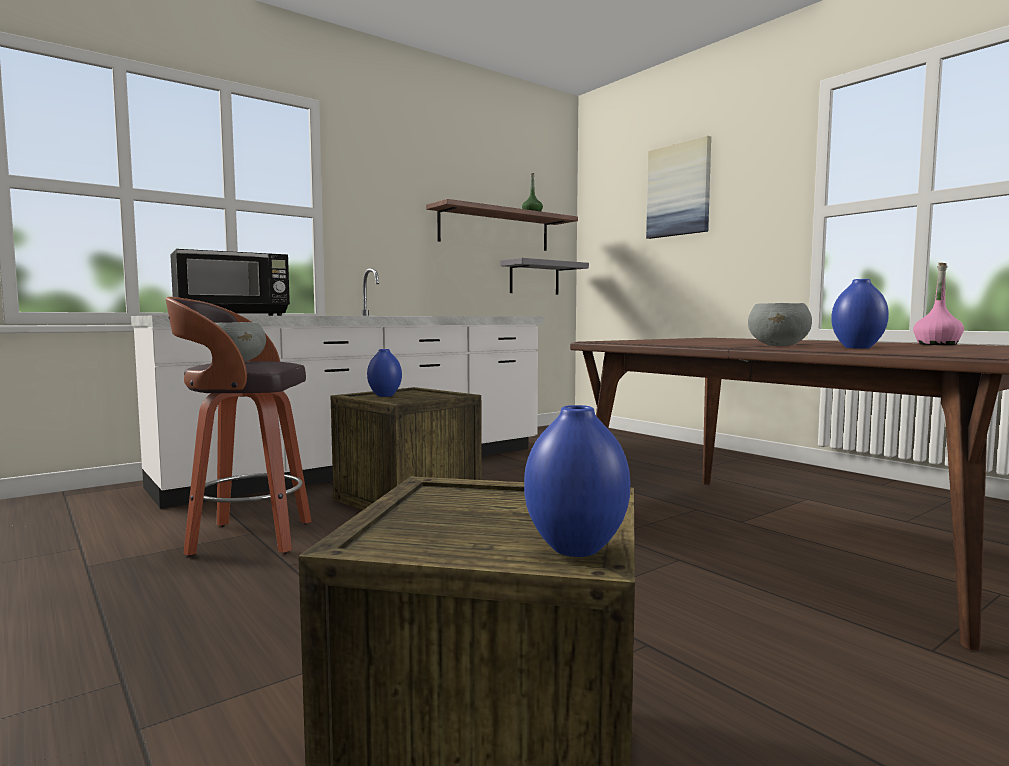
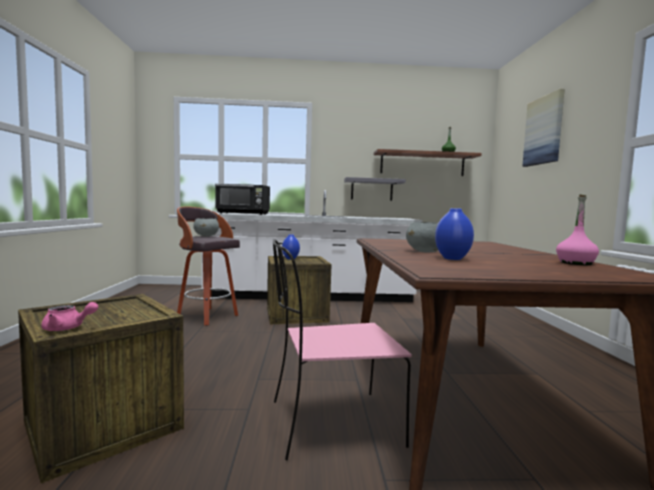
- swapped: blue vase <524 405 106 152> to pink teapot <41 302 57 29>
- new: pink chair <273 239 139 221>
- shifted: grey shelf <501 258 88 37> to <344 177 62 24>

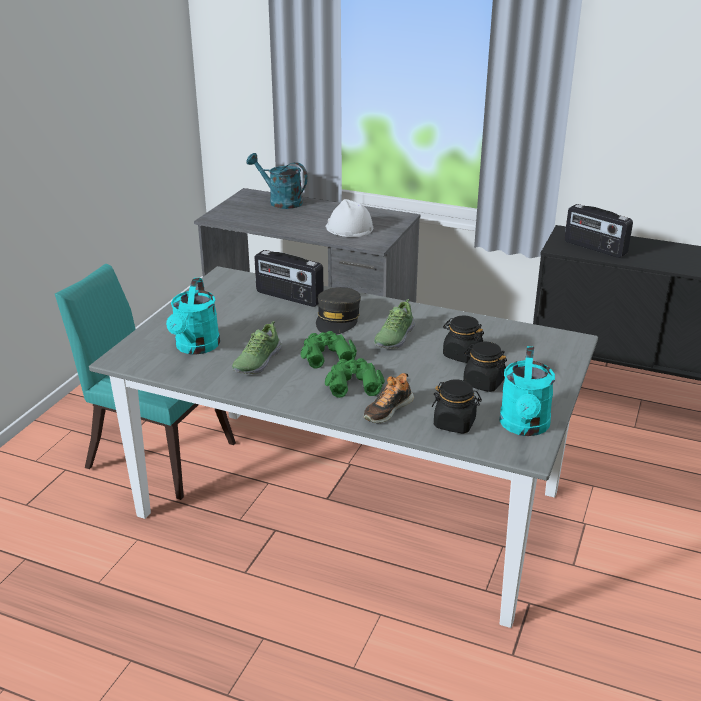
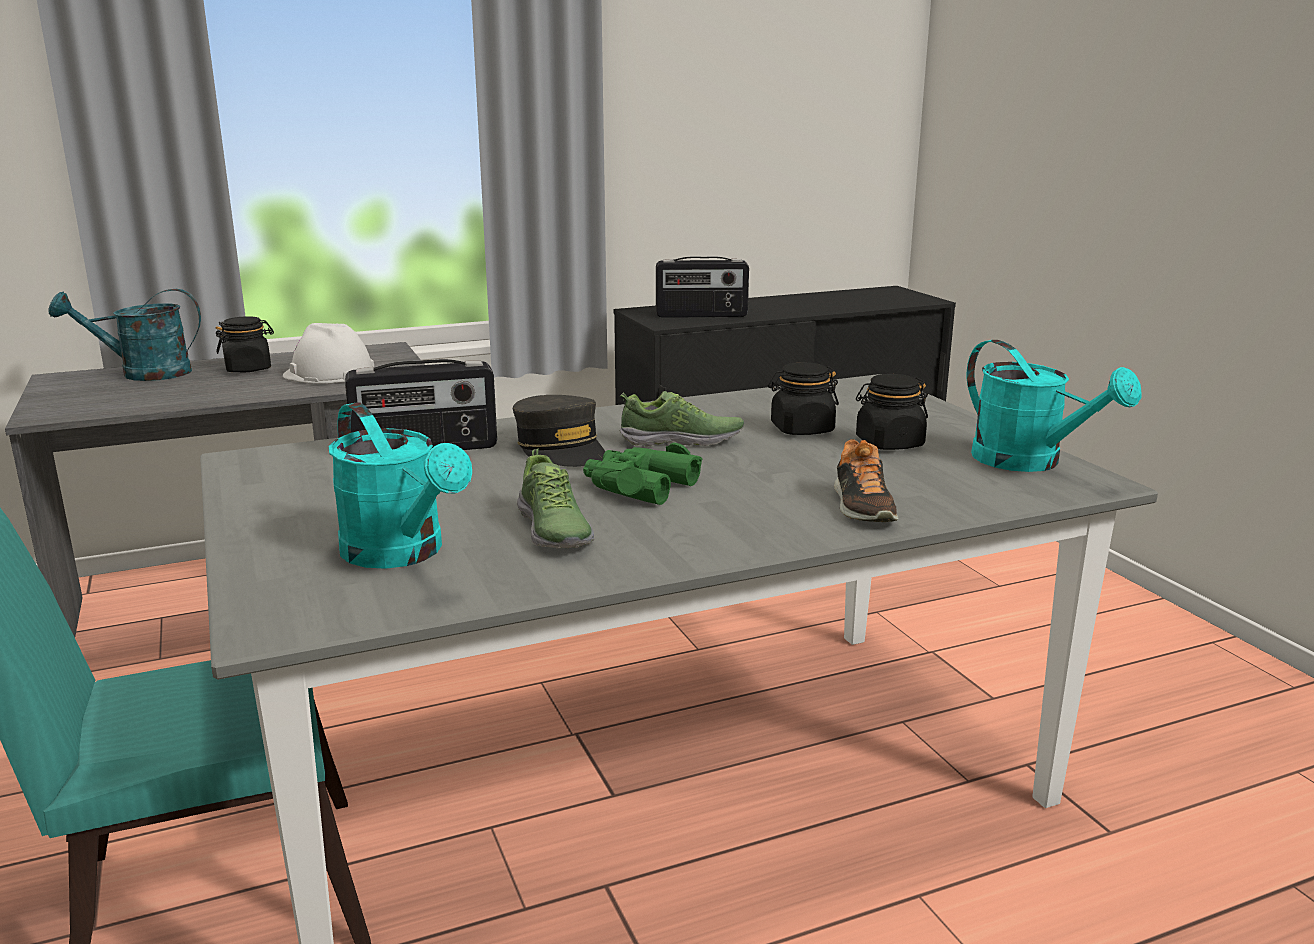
- shifted: black jar <432 379 50 55> to <216 316 58 56>
- rotated: shoe <374 299 41 50> = <619 391 125 56> 75 degrees counterclockwise
- gone: green binoculars <325 358 60 40>

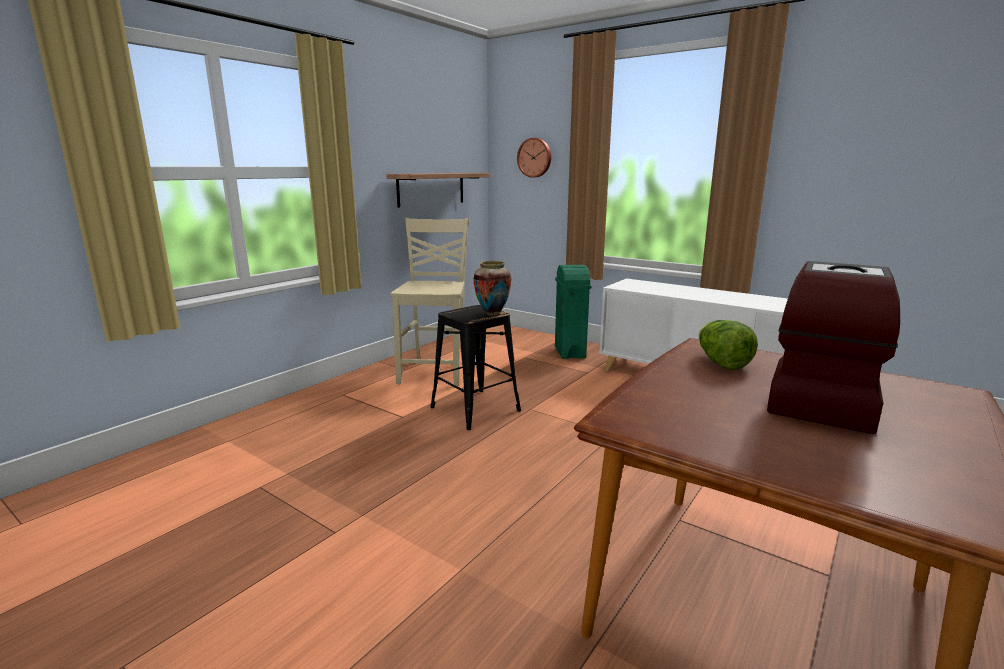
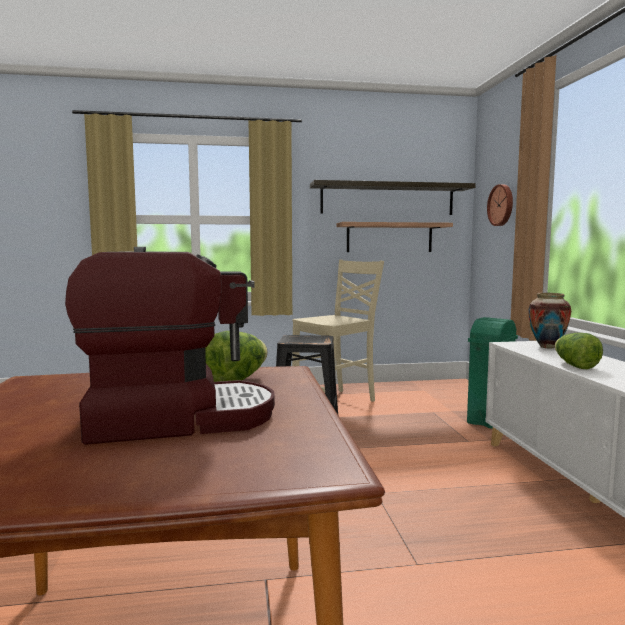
- new: shelf <310 180 166 35>
- shifted: vase <473 261 38 55> to <528 293 43 55>
- new: lettuce <555 333 48 36>

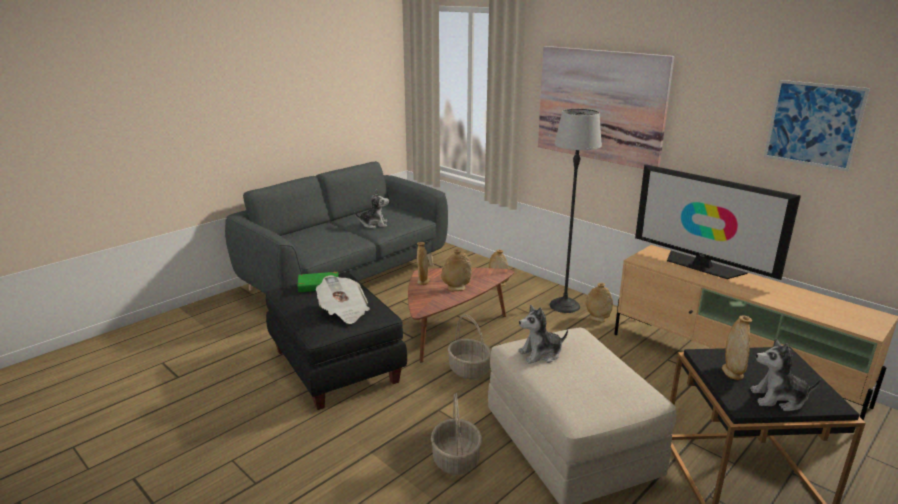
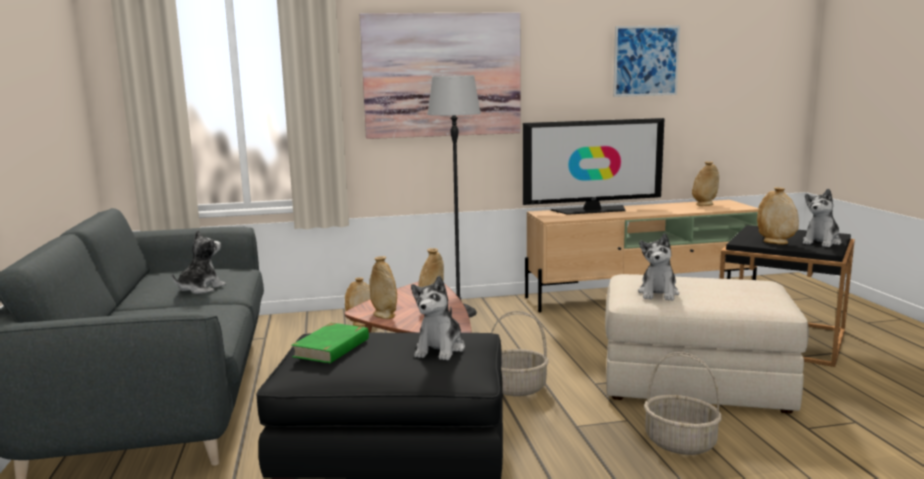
- swapped: newspaper <316 275 54 49> to plush toy <411 276 54 85>
- shifted: beige vase <586 283 27 39> to <692 161 27 45>

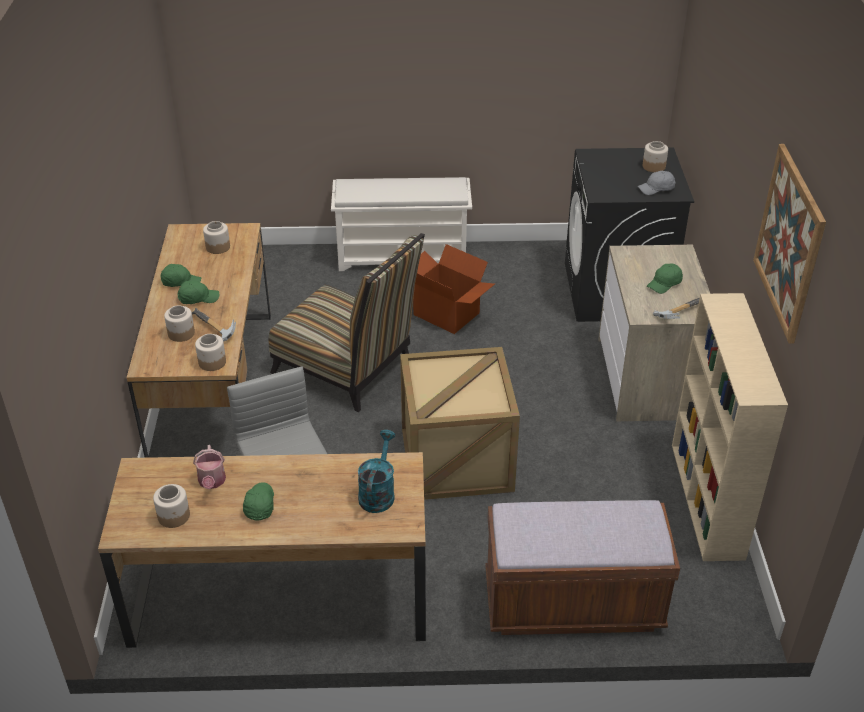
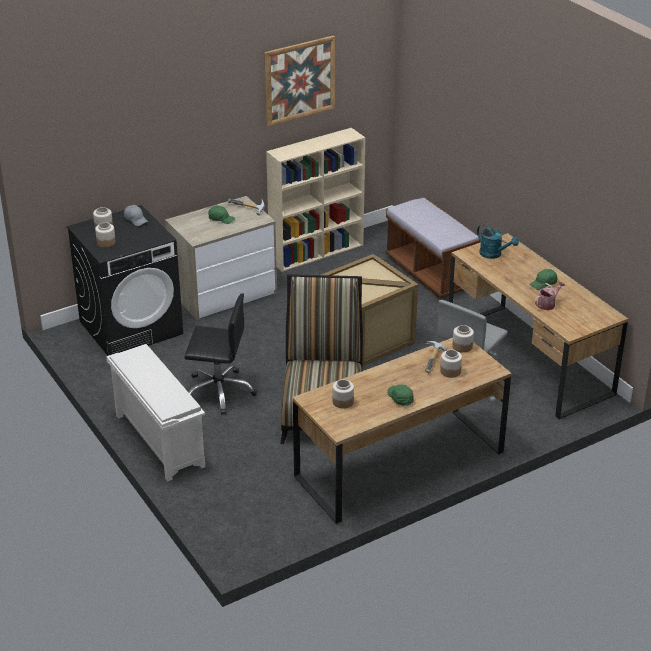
- shifted: jar <153 484 37 44> to <95 222 21 26>
- swapped: cardboard box <413 244 82 90> to black office chair <184 293 73 122>
- rotated: turquoise watering can <358 430 38 83> = <477 224 42 35> 120 degrees counterclockwise
- gone: green cap <177 280 42 24>

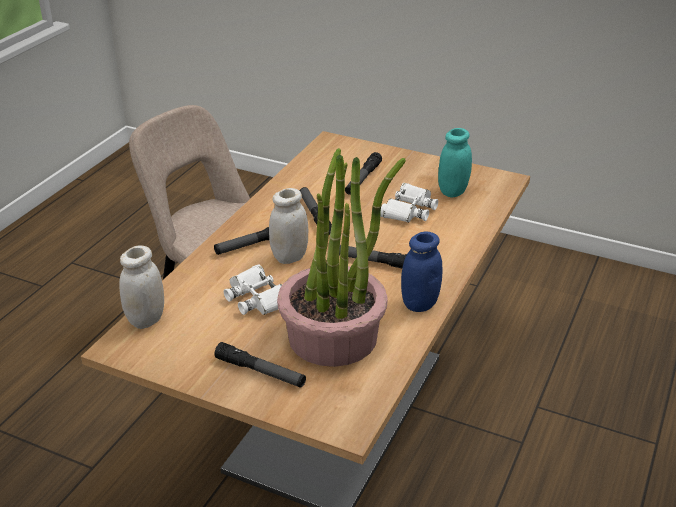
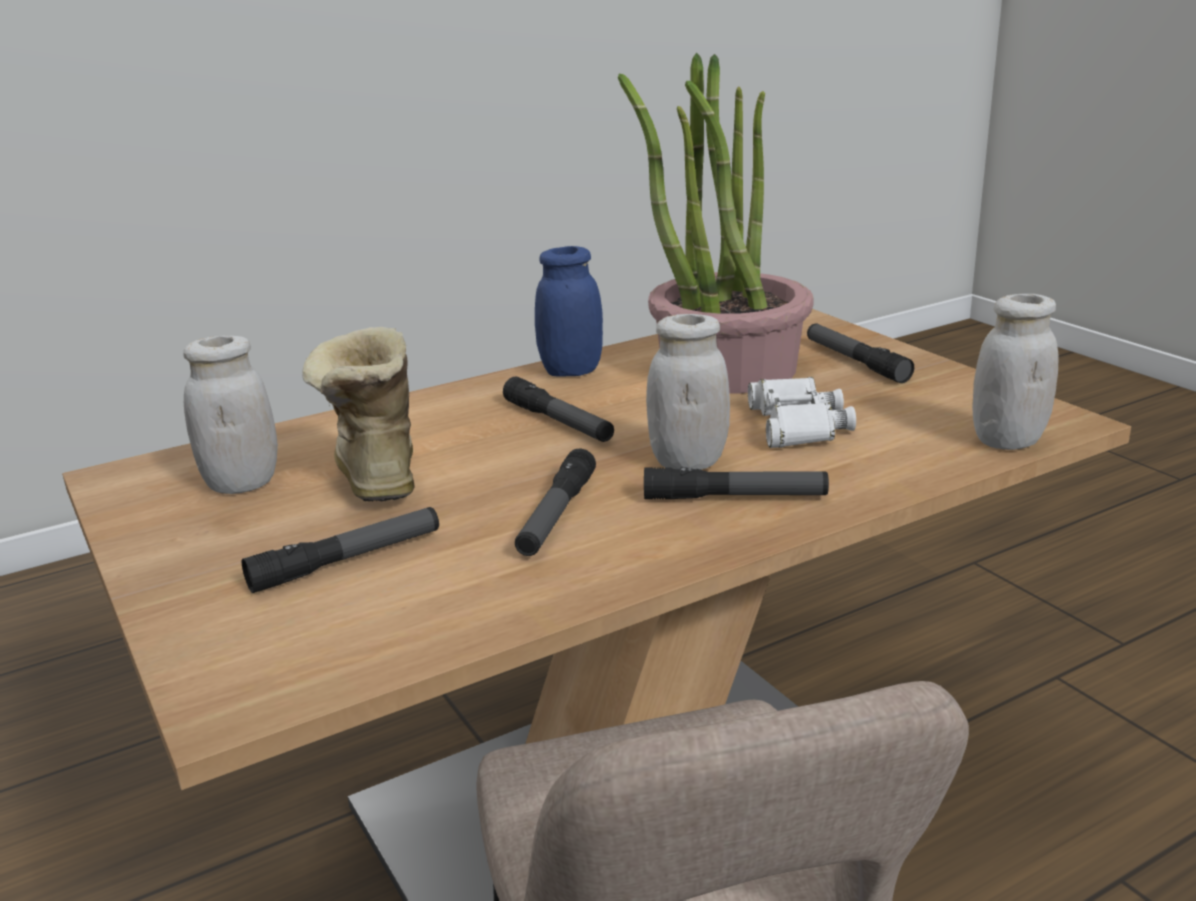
- repainted: turquoise jar <438 128 34 70> to white jar <183 335 95 159>
- swapped: white binoculars <380 183 58 40> to boot <302 327 112 175>

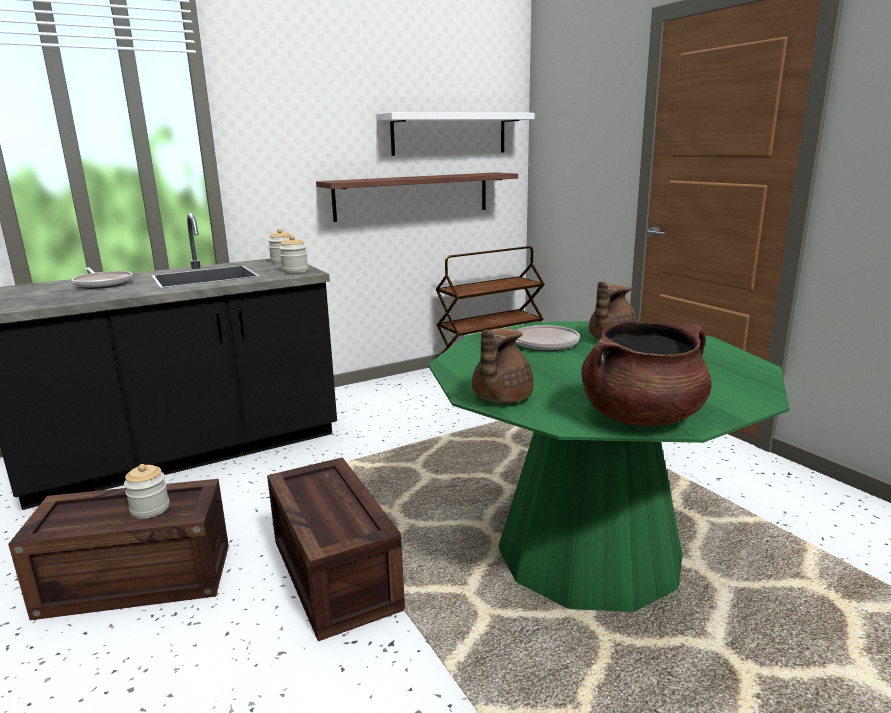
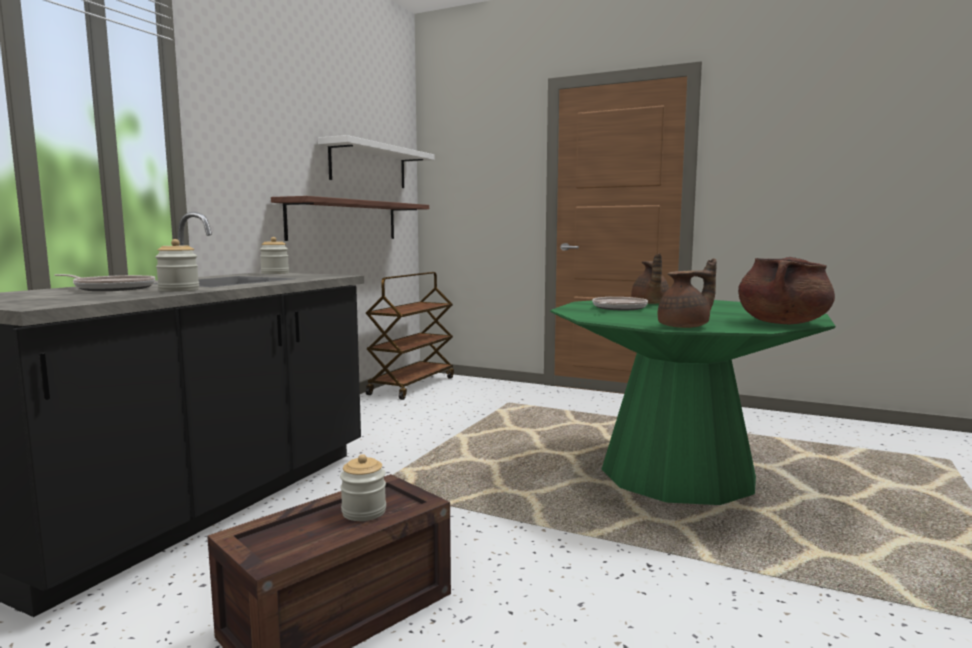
- shifted: jar <279 235 29 38> to <155 239 44 53>
- rotated: brown teapot <472 328 62 75> = <658 258 58 70> 105 degrees counterclockwise
- gone: crate <267 457 138 184>

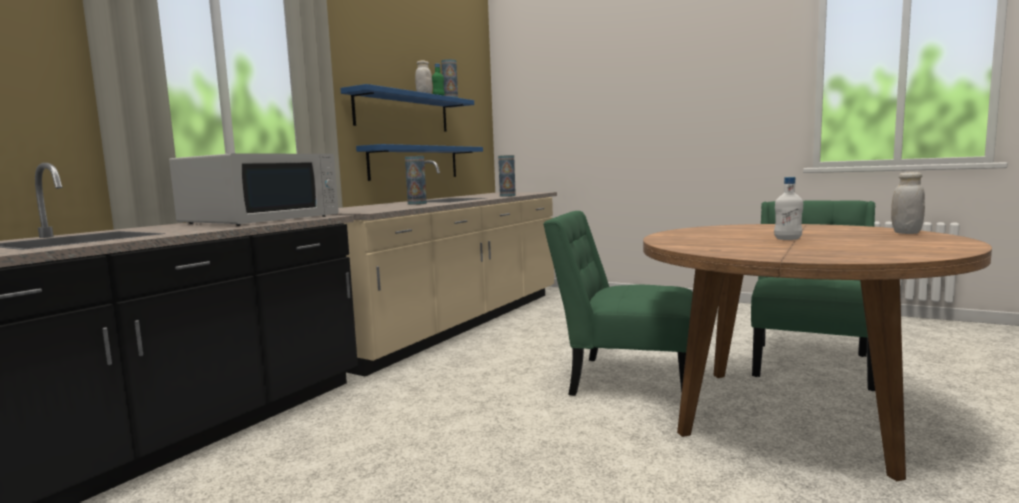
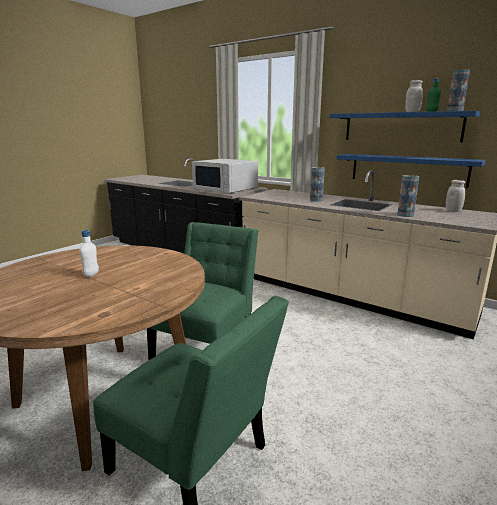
- shifted: white jar <891 172 34 62> to <446 180 19 32>

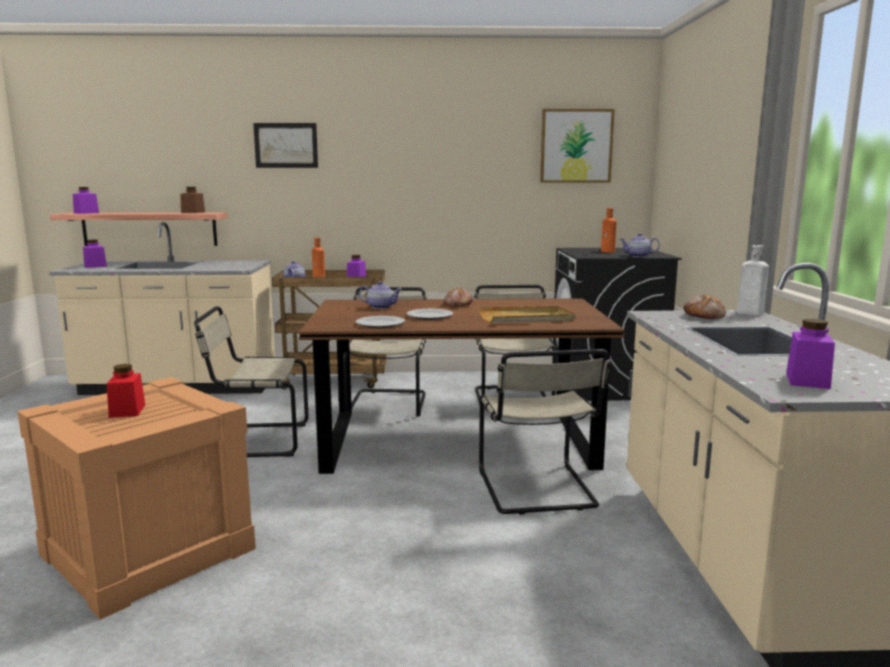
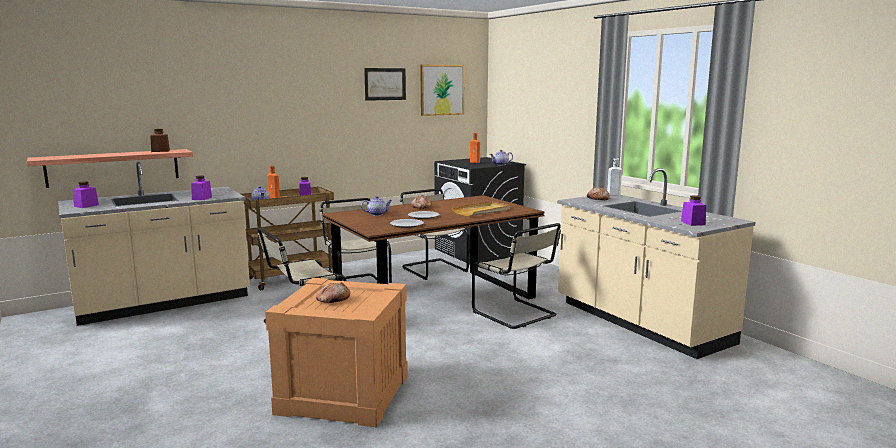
- shifted: purple jar <73 187 26 27> to <191 176 21 24>
- swapped: red jar <106 364 39 54> to bread <316 282 34 21>
- shifted: picture <253 123 65 45> to <364 68 42 33>

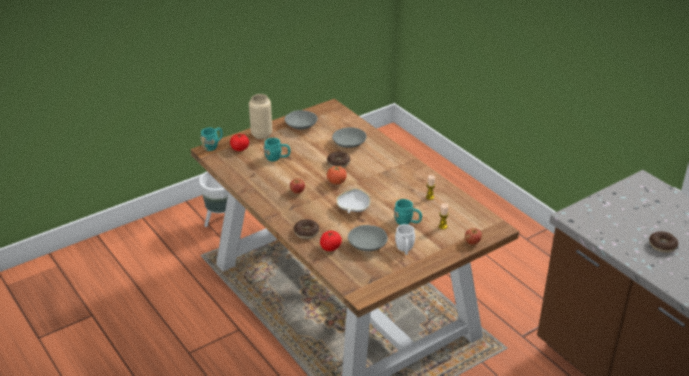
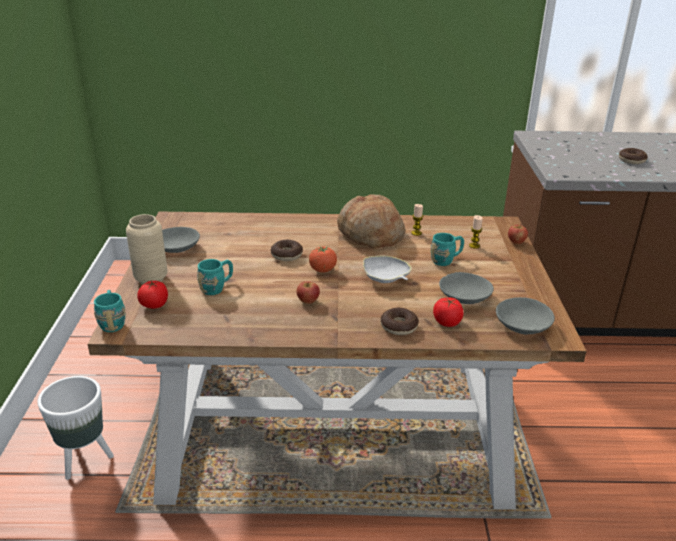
- new: bread <337 194 68 54>
- shifted: grey bowl <332 127 35 21> to <496 297 59 37>
- gone: white mug <395 224 20 31>

